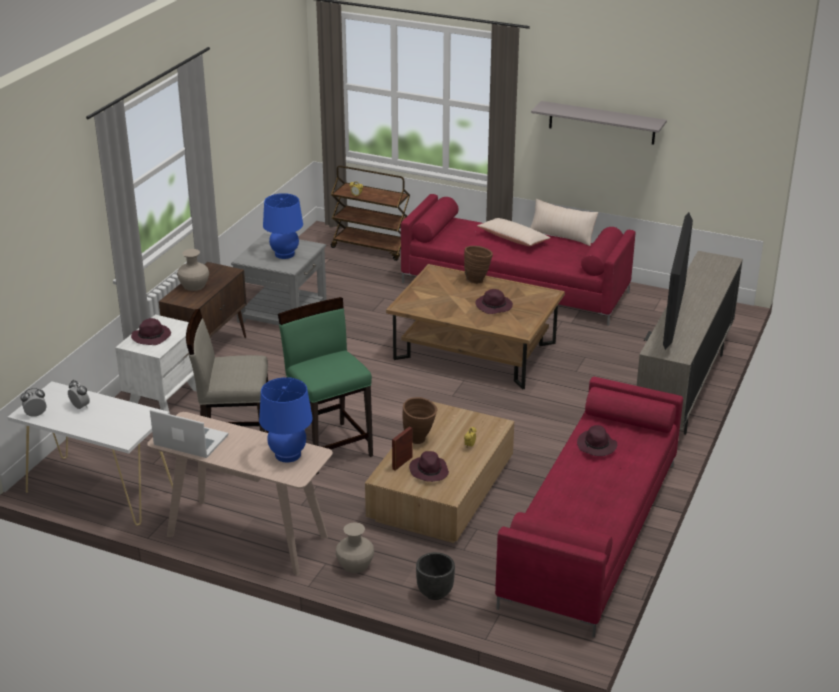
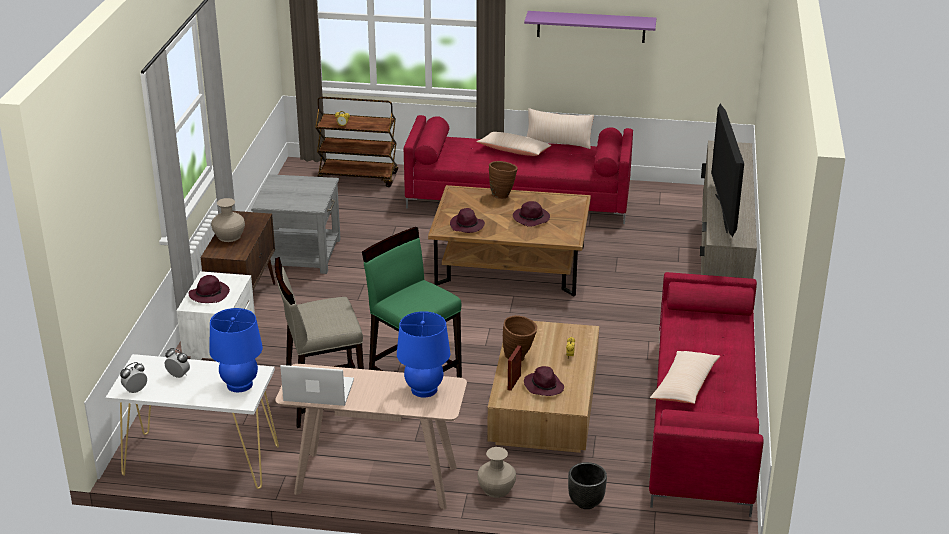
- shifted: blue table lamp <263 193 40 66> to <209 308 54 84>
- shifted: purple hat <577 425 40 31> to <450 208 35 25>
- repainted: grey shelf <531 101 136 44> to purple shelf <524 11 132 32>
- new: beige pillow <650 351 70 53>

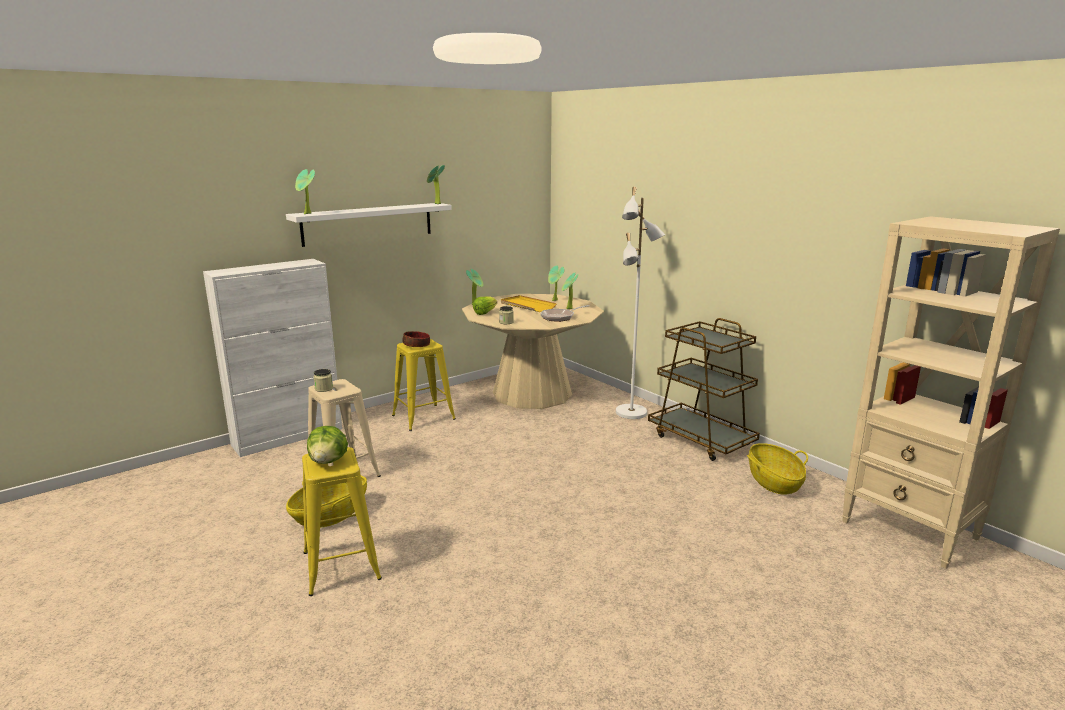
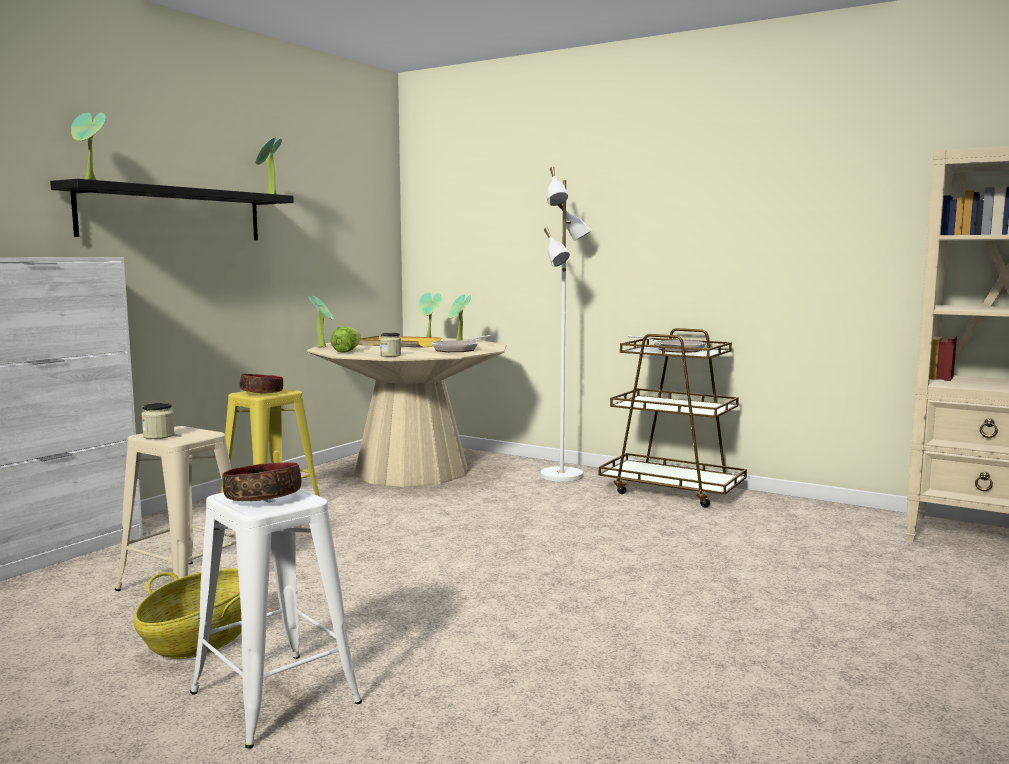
- repainted: white shelf <286 203 166 44> to black shelf <50 179 244 61>
- repainted: yellow stool <302 447 80 149> to white stool <190 488 172 260>
- swapped: lettuce <307 426 41 38> to bowl <222 462 79 39>
- new: frying pan <628 336 78 17>
- gone: basket <747 443 61 52>

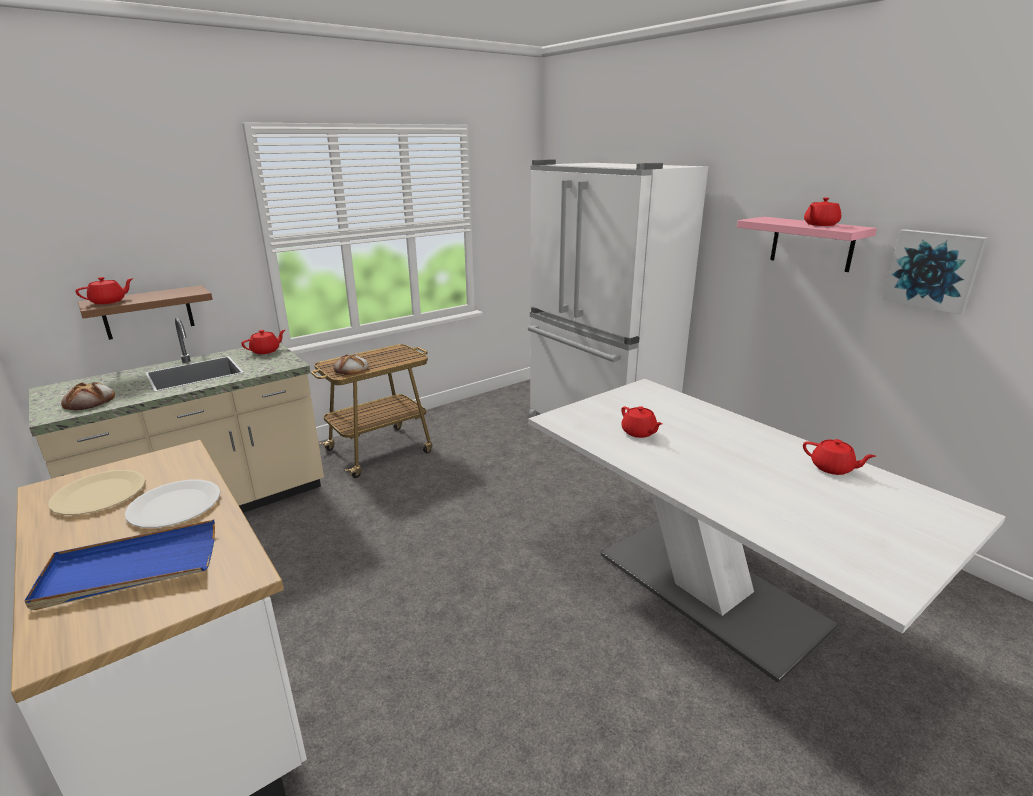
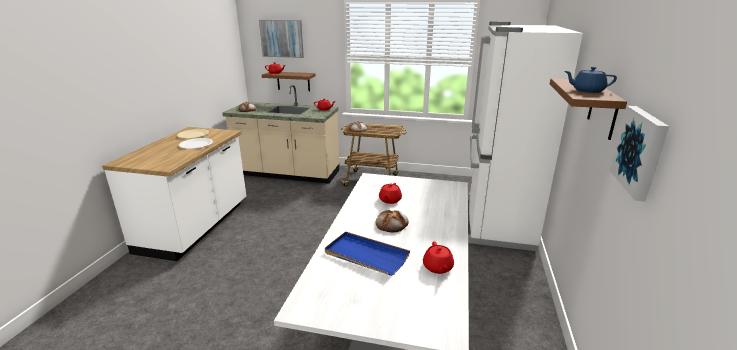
- new: picture <259 20 45 38>
- shifted: blue tray <24 520 191 90> to <325 232 85 44>
- new: bread <375 210 34 23>
- repainted: pink shelf <737 217 140 55> to brown shelf <550 78 77 62>
- repainted: red teapot <804 198 37 28> to blue teapot <565 67 52 26>

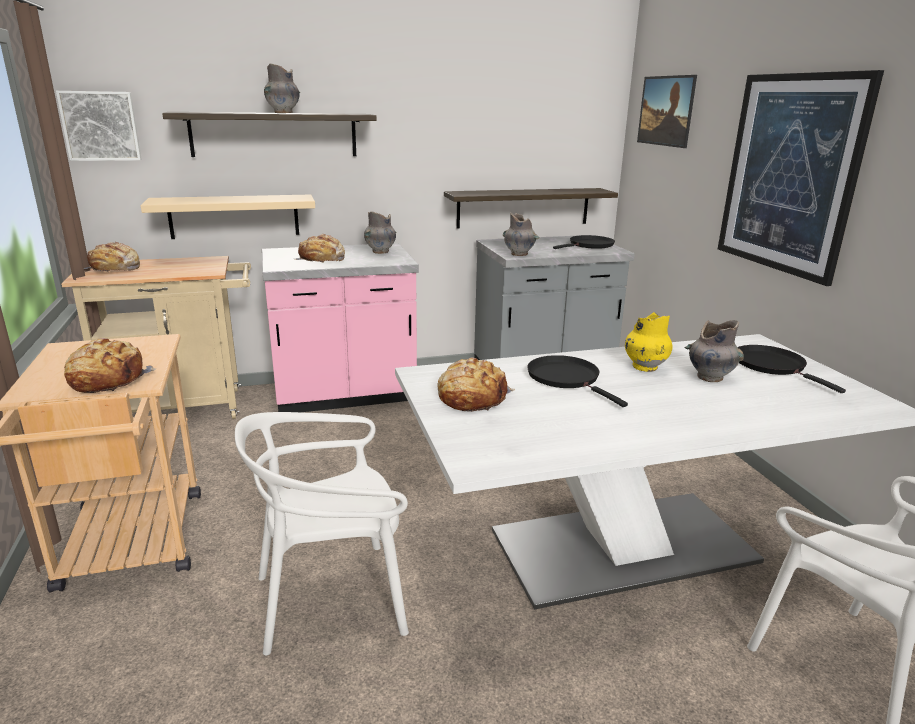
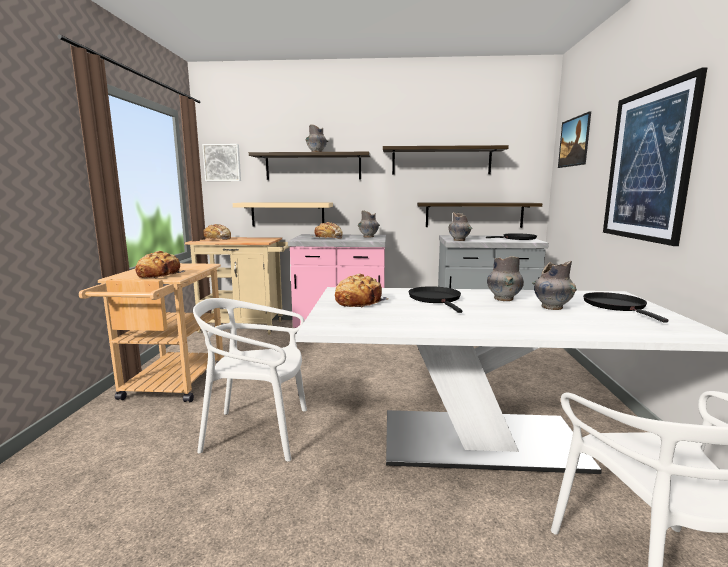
- new: shelf <383 145 126 30>
- repainted: yellow vase <625 312 47 60> to grey vase <487 256 37 45>

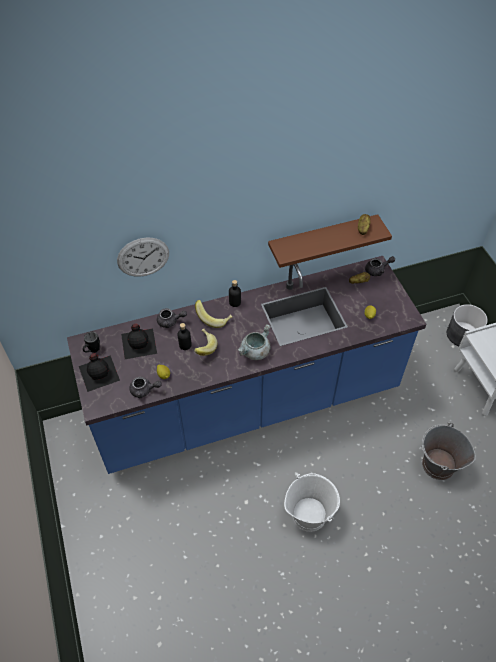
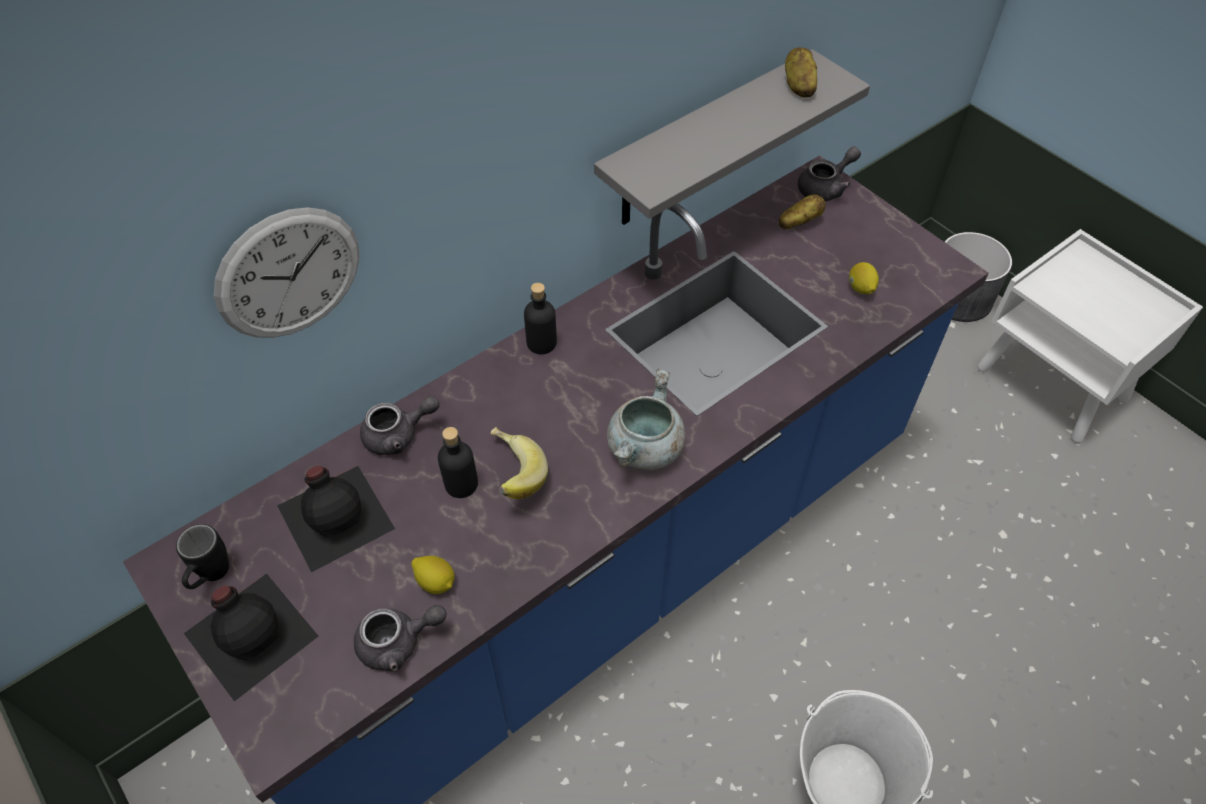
- repainted: brown shelf <268 214 124 54> to grey shelf <594 49 276 176>
- gone: banana <195 300 37 28>
- gone: grey bucket <422 422 54 58>

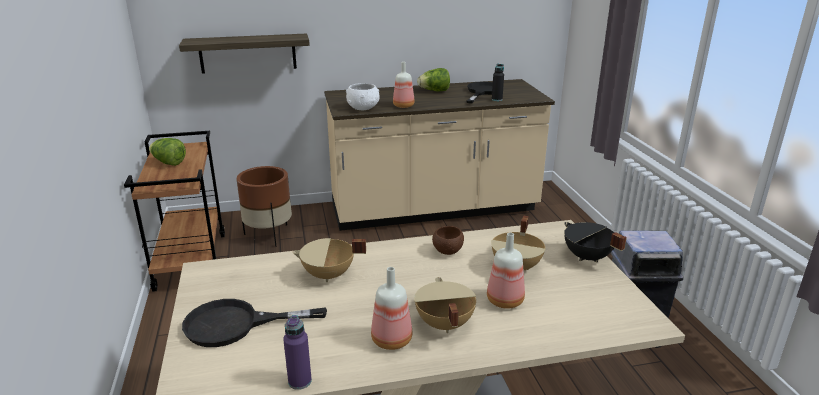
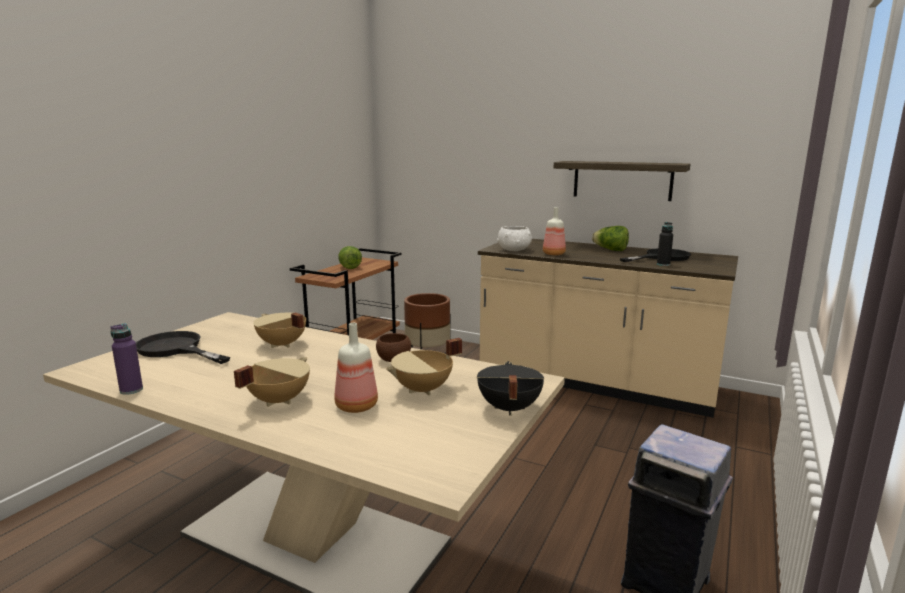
- shifted: shelf <179 33 131 41> to <554 161 136 40>
- gone: bottle <371 267 41 83>

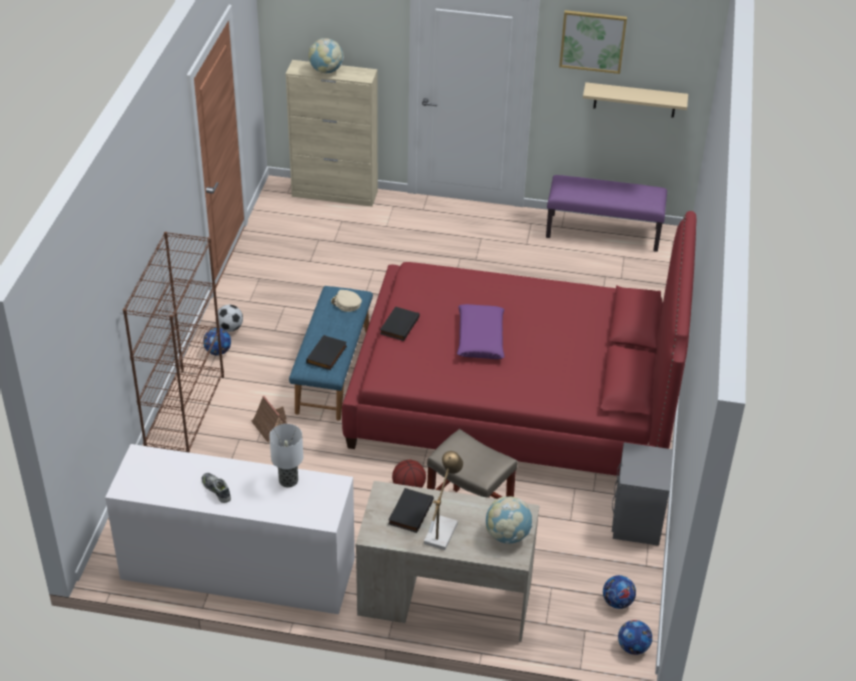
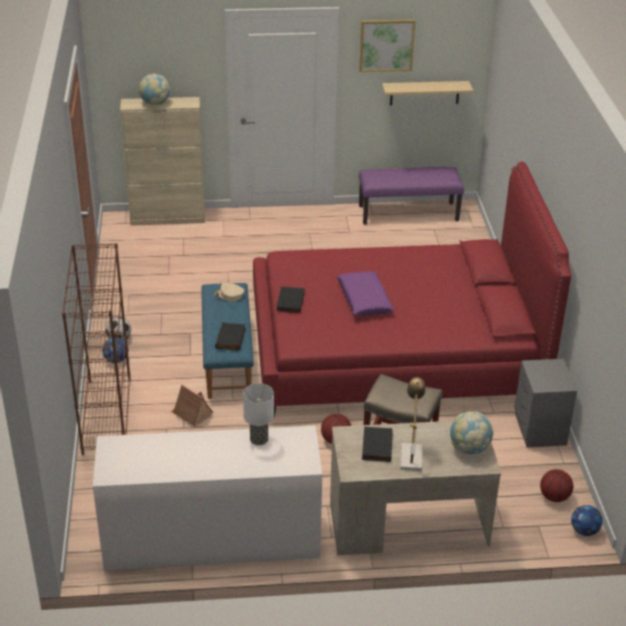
- swapped: football <603 575 33 34> to basketball <540 469 33 33>
- gone: shoe <201 473 30 30>

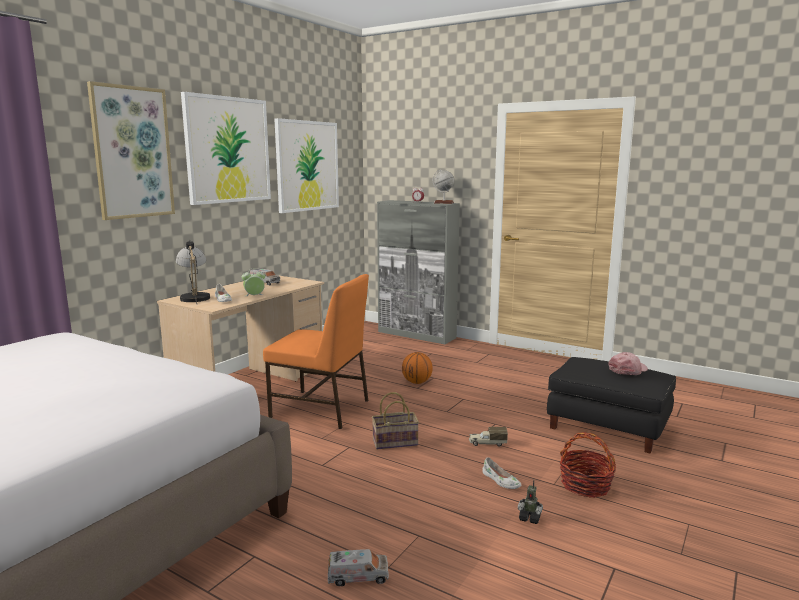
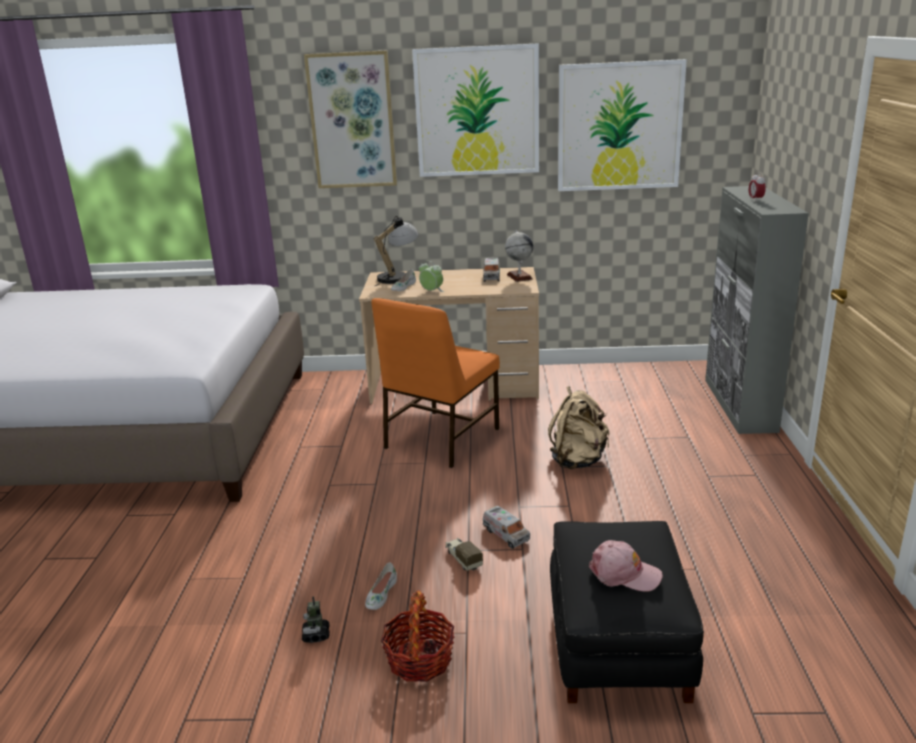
- rotated: orange chair <263 274 106 155> = <371 298 129 170> 45 degrees clockwise
- shifted: toy truck <328 549 61 37> to <483 506 48 43>
- shifted: globe <433 169 21 35> to <505 230 28 52>
- swapped: basketball <402 352 31 32> to beige backpack <548 386 62 83>
- gone: basket <372 392 47 57>

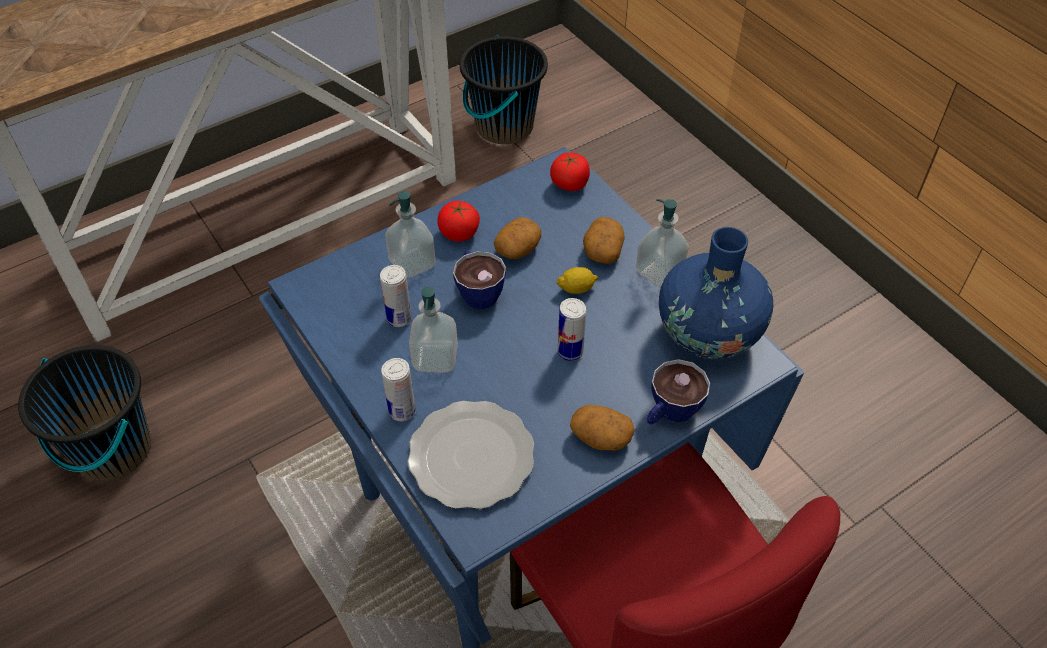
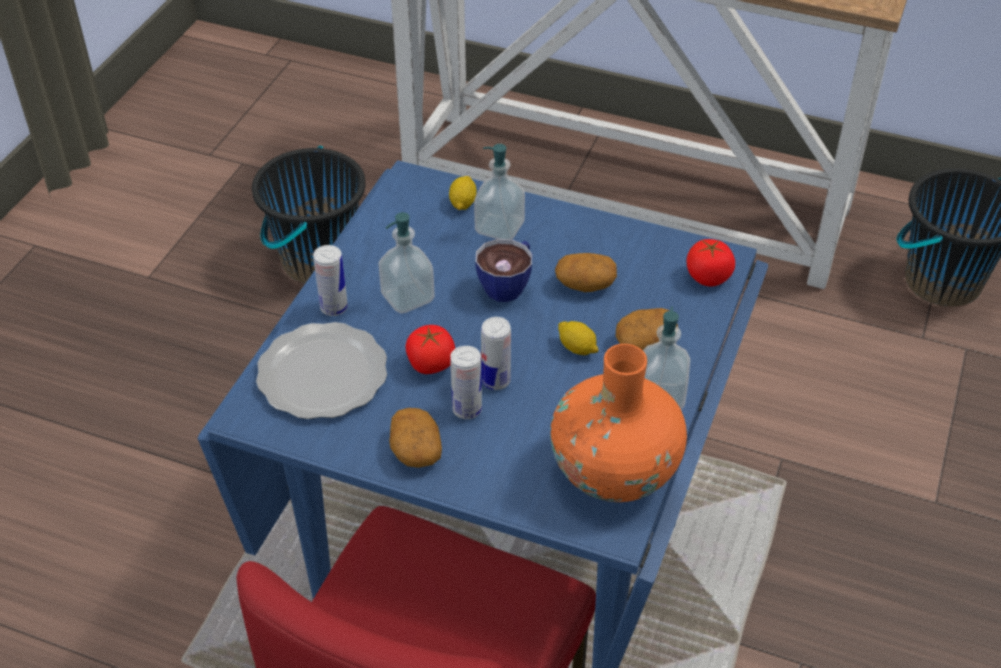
- shifted: tomato <437 201 43 41> to <405 325 50 49>
- new: lemon <449 176 28 34>
- shifted: can <380 265 32 62> to <450 346 32 73>
- repainted: blue vase <659 227 114 132> to orange vase <550 344 137 158>
- gone: cup <647 359 63 66>

